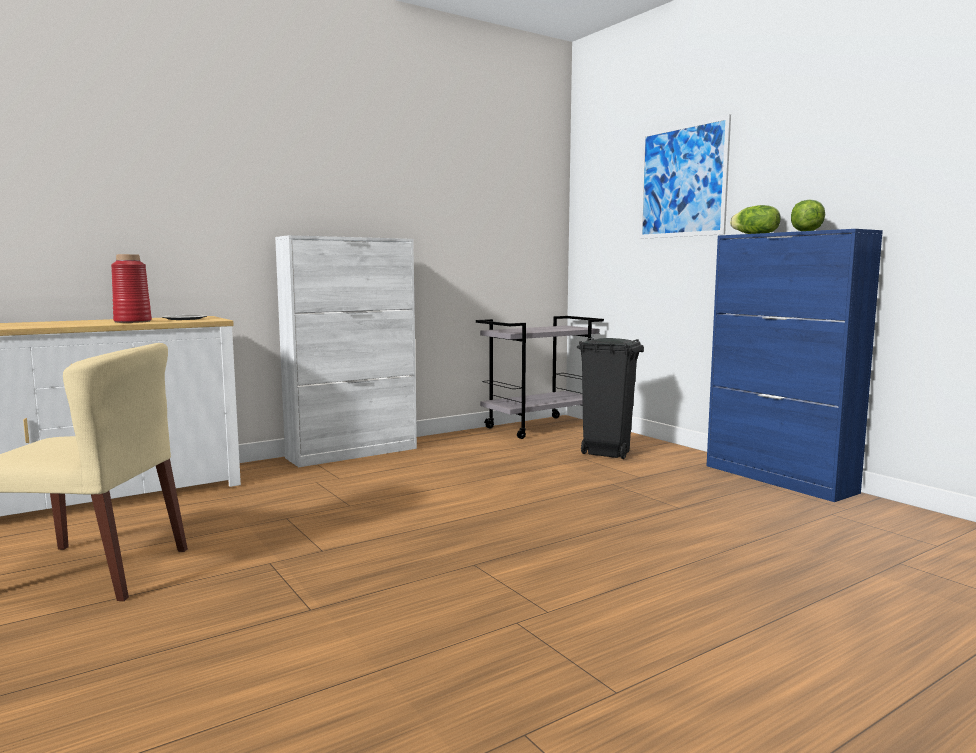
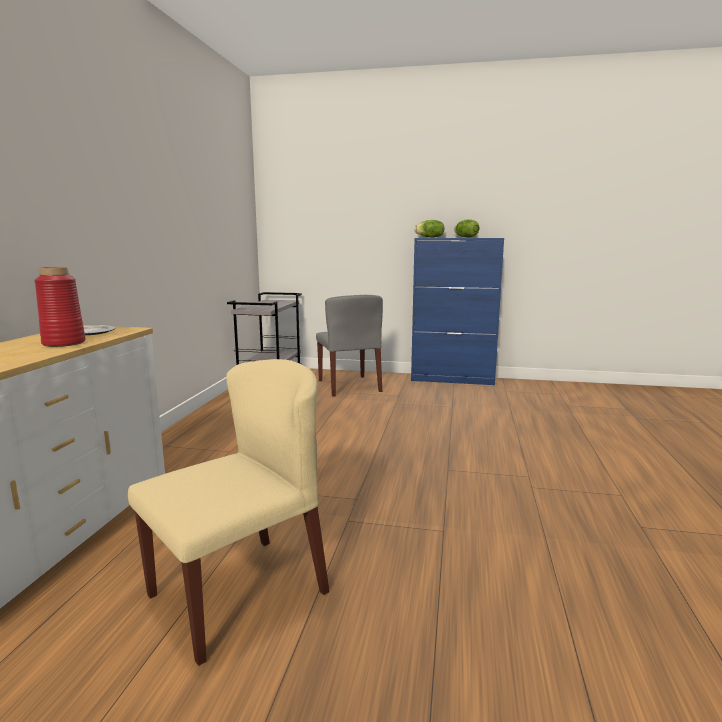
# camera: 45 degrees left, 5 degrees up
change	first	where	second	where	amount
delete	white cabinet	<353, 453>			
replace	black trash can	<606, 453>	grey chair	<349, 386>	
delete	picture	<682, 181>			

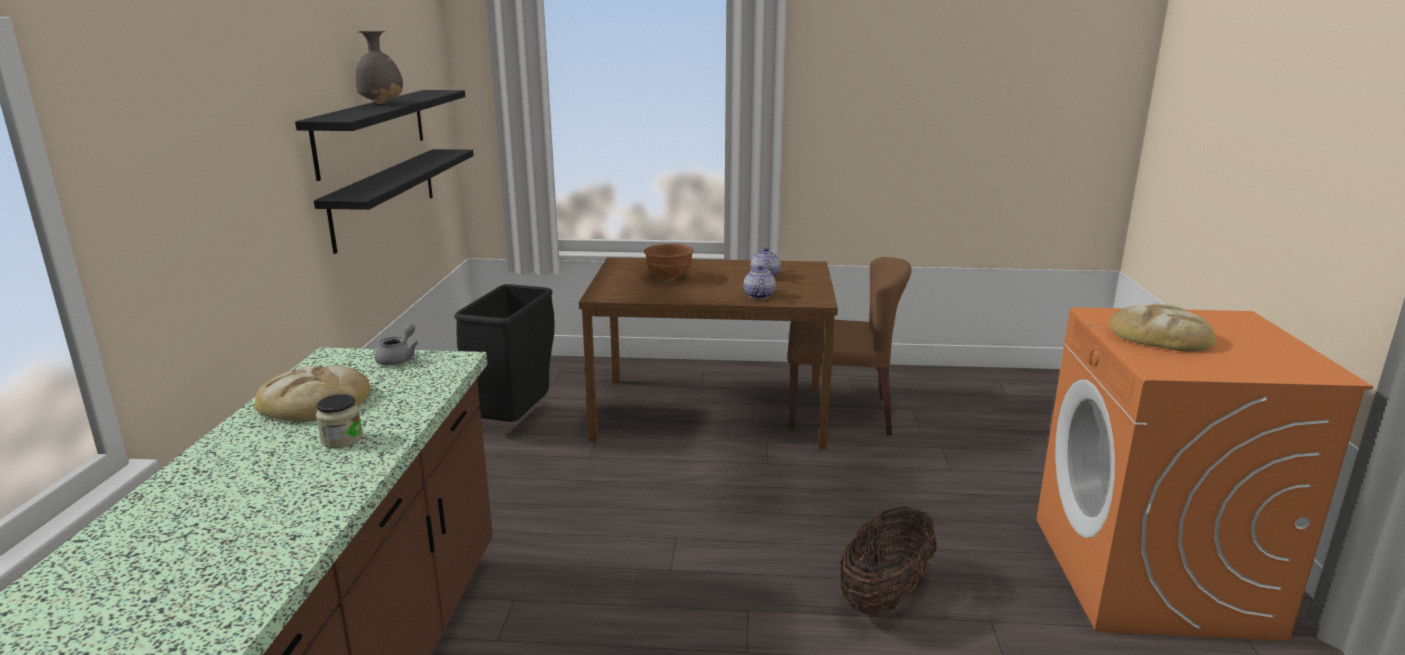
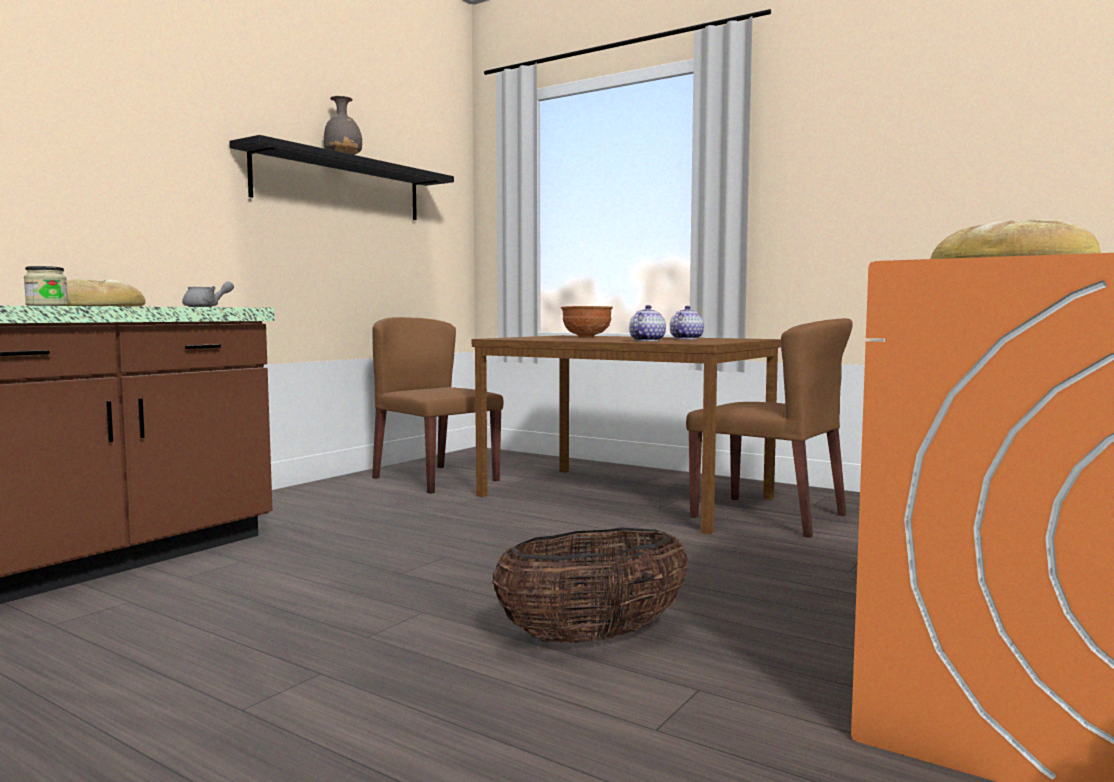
# camera: 30 degrees right, 15 degrees down
change	first	where	second	where	amount
delete	black shelf	<385, 196>			
replace	black trash can	<514, 422>	brown chair	<434, 479>	

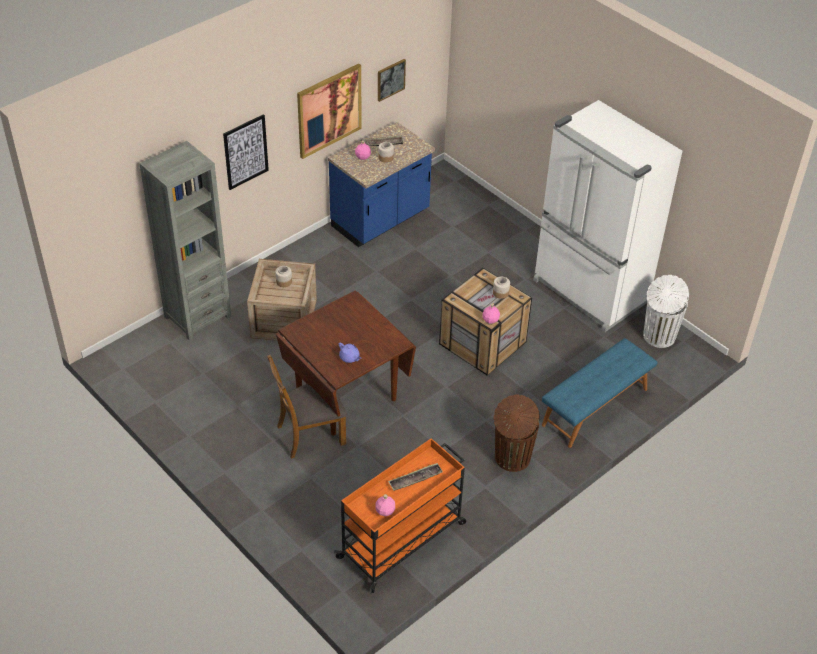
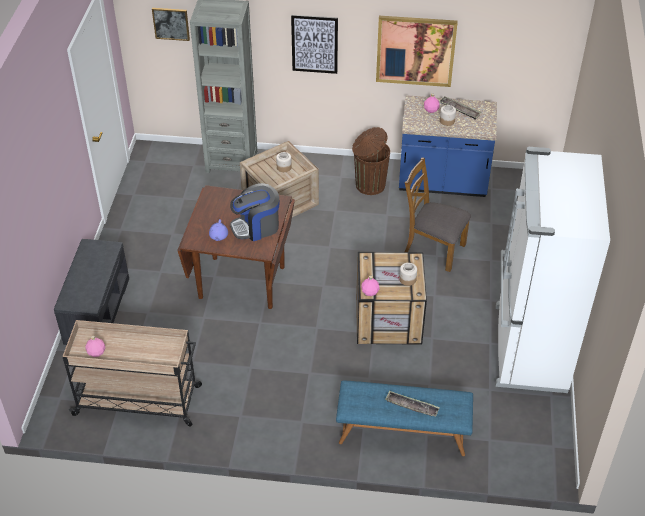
# camera: 50 degrees right, 0 degrees up
change	first	where	second	where	amount
move	brown chair	<310, 434>		<433, 249>	
recolor	orange cart	<403, 539>	beige cart	<139, 400>	
move	picture	<390, 79>		<171, 23>	
move	tray	<415, 479>		<412, 406>	
move	brown trash can	<511, 458>		<369, 185>	
delete	white trash can	<658, 336>			
insert			grey bench	<96, 310>	
insert			coffee machine	<256, 227>	

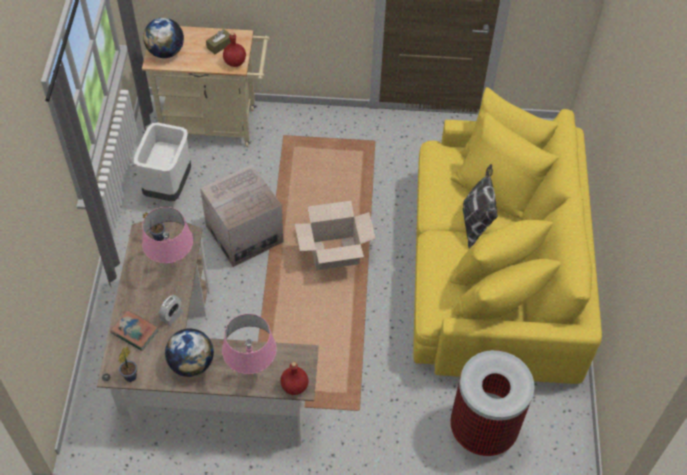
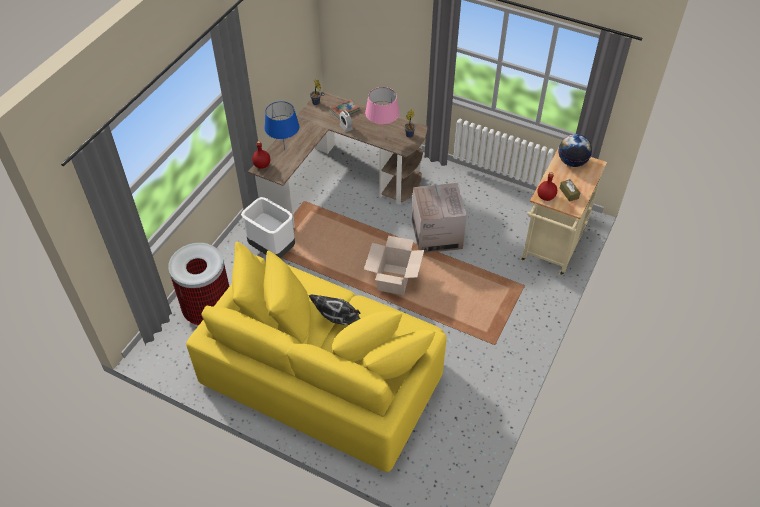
# camera: 115 degrees right, 5 degrees down
change	first	where	second	where	amount
move	white trash can	<168, 186>		<273, 249>	
delete	globe	<191, 364>			
recolor	pink table lamp	<252, 372>	blue table lamp	<284, 150>	

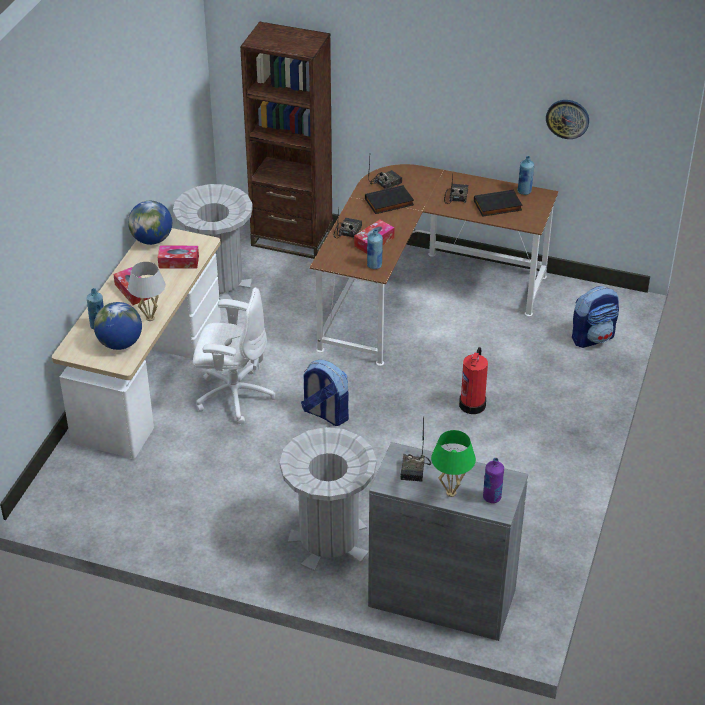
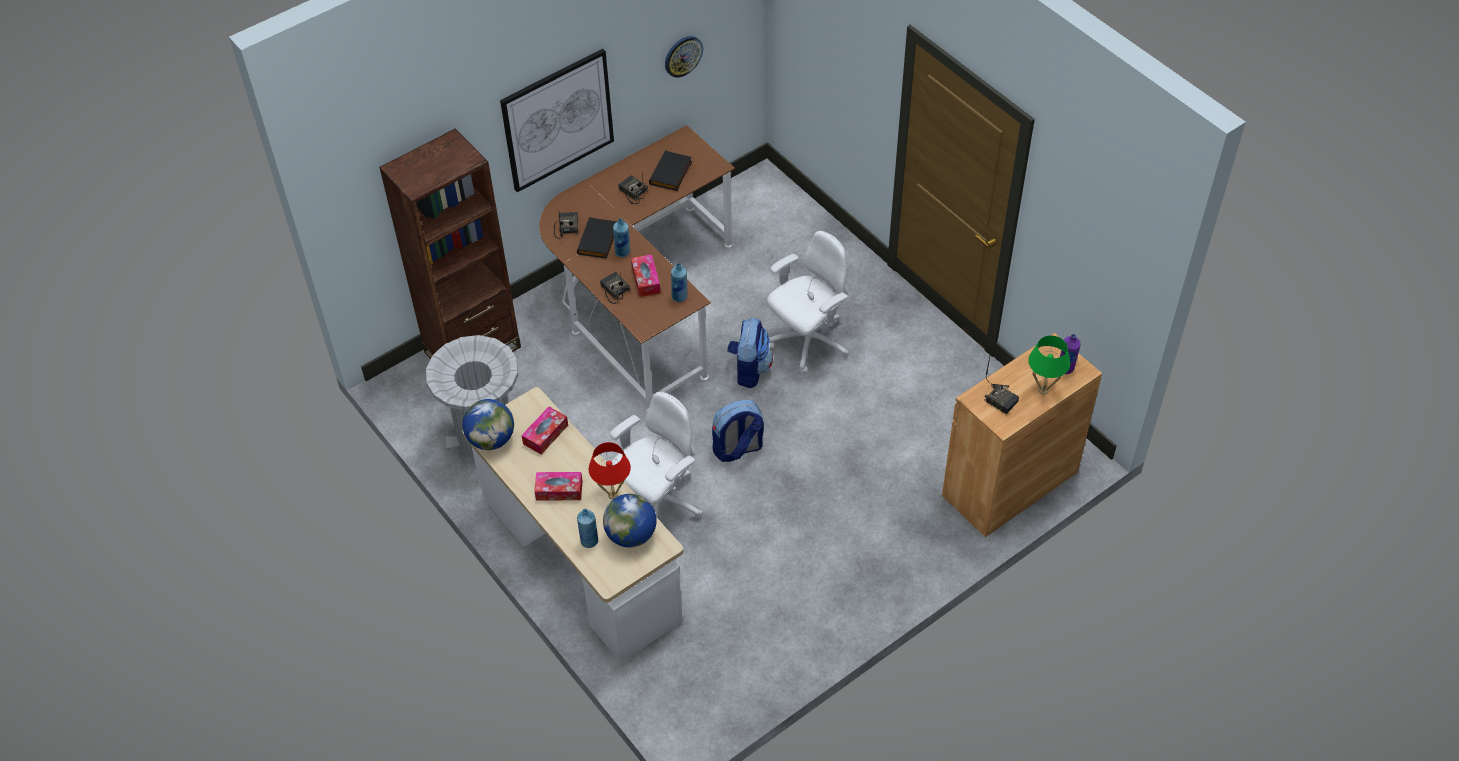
# camera: 55 degrees left, 10 degrees up
change	first	where	second	where	amount
recolor	white table lamp	<150, 318>	red table lamp	<612, 495>	
delete	grey trash can	<329, 540>			
recolor	grey cabinet	<442, 598>	brown cabinet	<1010, 484>	
replace	fire extinguisher	<473, 404>	white office chair	<808, 343>	
move	blue bottle	<524, 191>		<623, 252>	
move	backpack	<593, 337>		<749, 369>	
insert			picture	<558, 120>	

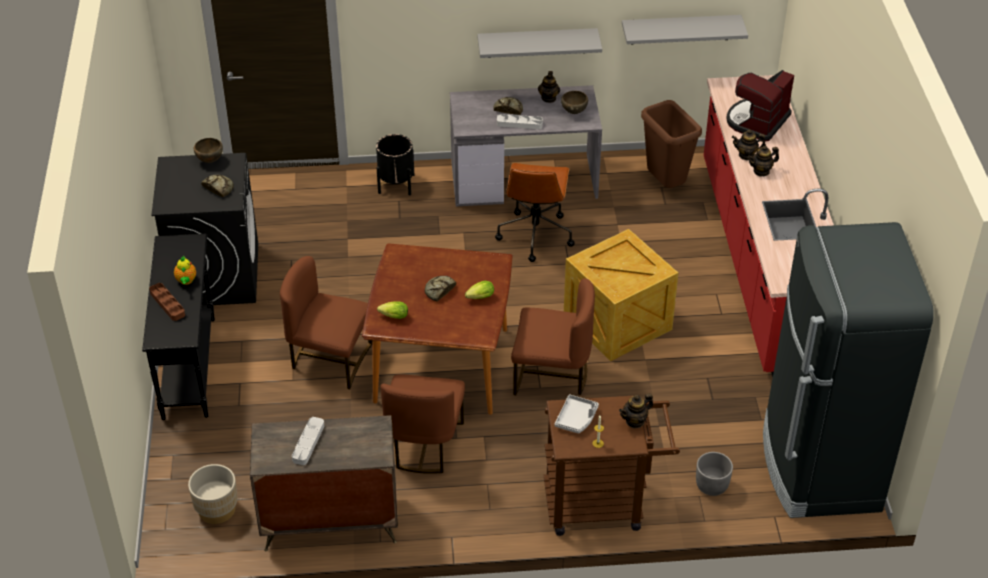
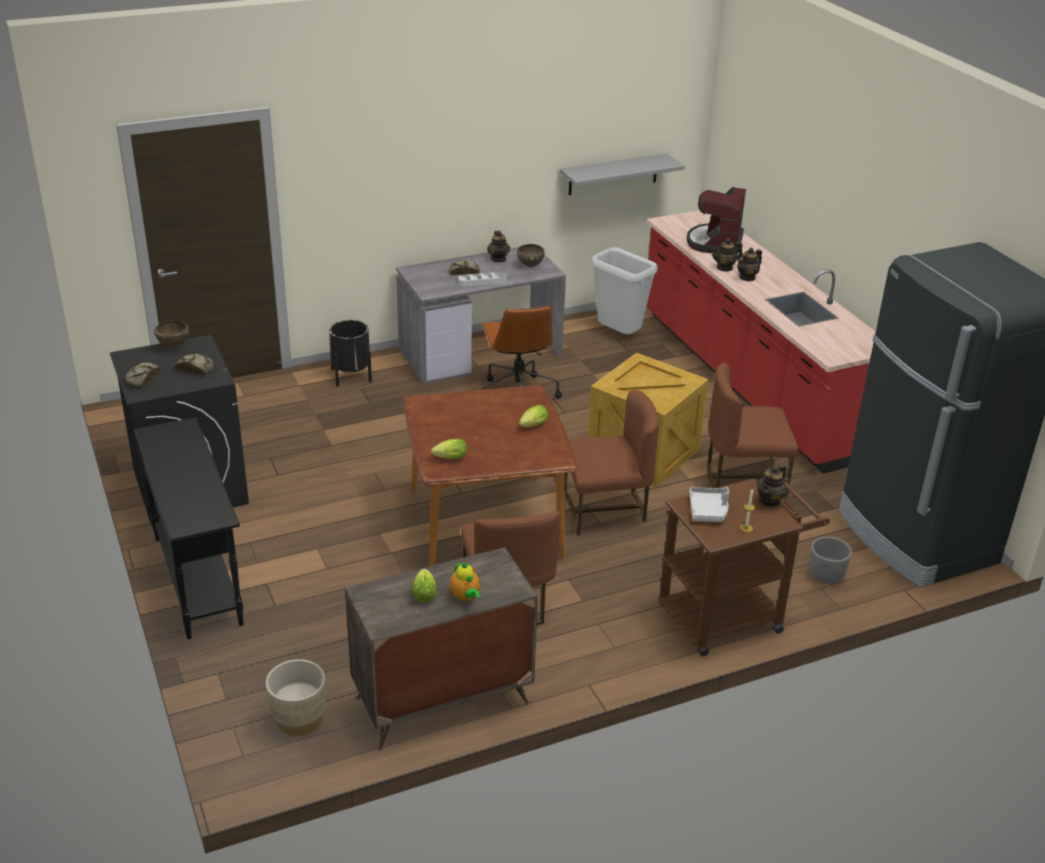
# camera: 20 degrees left, 10 degrees down
change	first	where	second	where	amount
delete	brown tray	<167, 304>			
move	teapot	<186, 281>		<465, 596>	
move	brown chair	<330, 359>		<745, 477>	
replace	grey tray	<308, 443>	lettuce	<424, 593>	
move	bread	<439, 290>		<142, 379>	
delete	grey shelf	<537, 43>			
recolor	brown trash can	<666, 184>	grey trash can	<619, 336>	

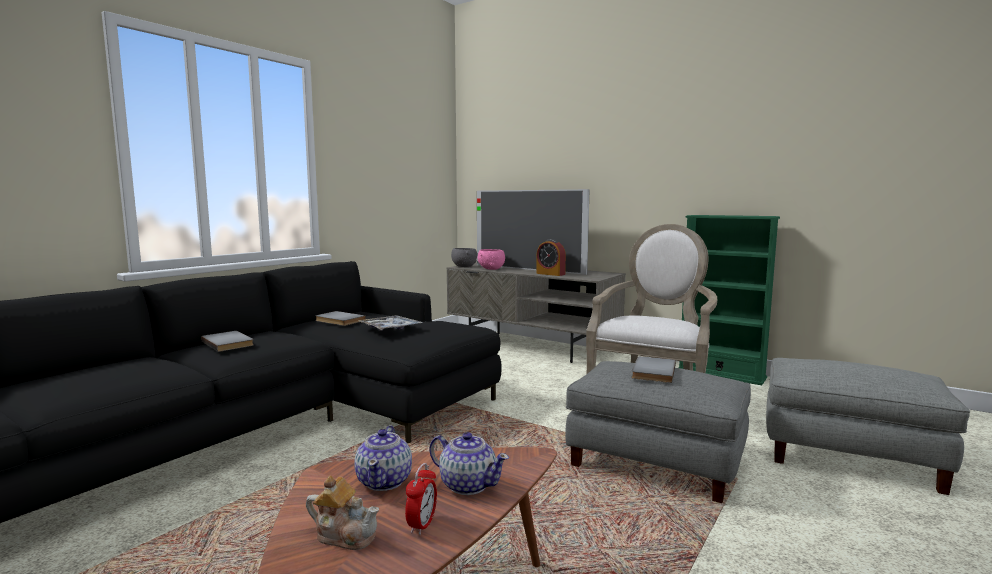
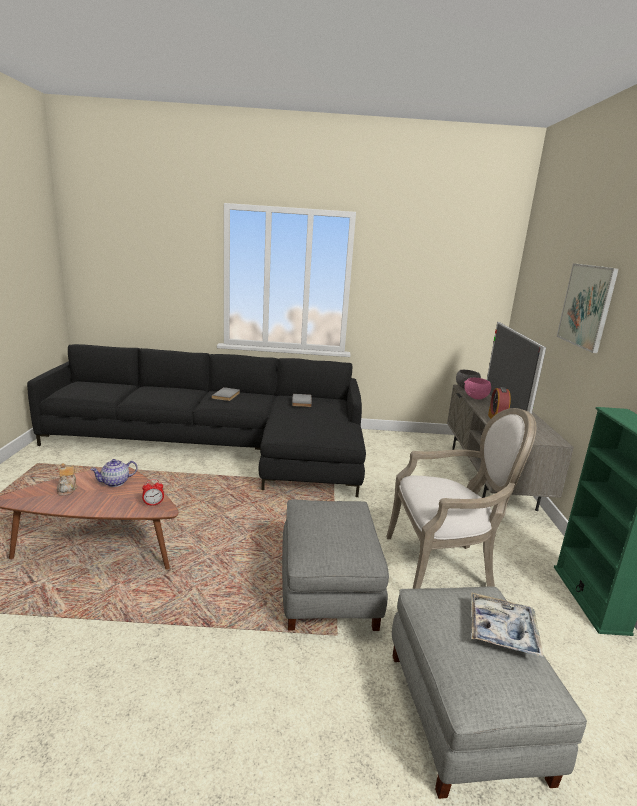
# camera: 55 degrees right, 10 degrees up
change	first	where	second	where	amount
move	tray	<390, 329>		<502, 630>	
move	alarm clock	<422, 525>		<153, 504>	
delete	teapot	<467, 485>			
delete	grey book	<651, 371>			
insert			picture	<586, 306>	

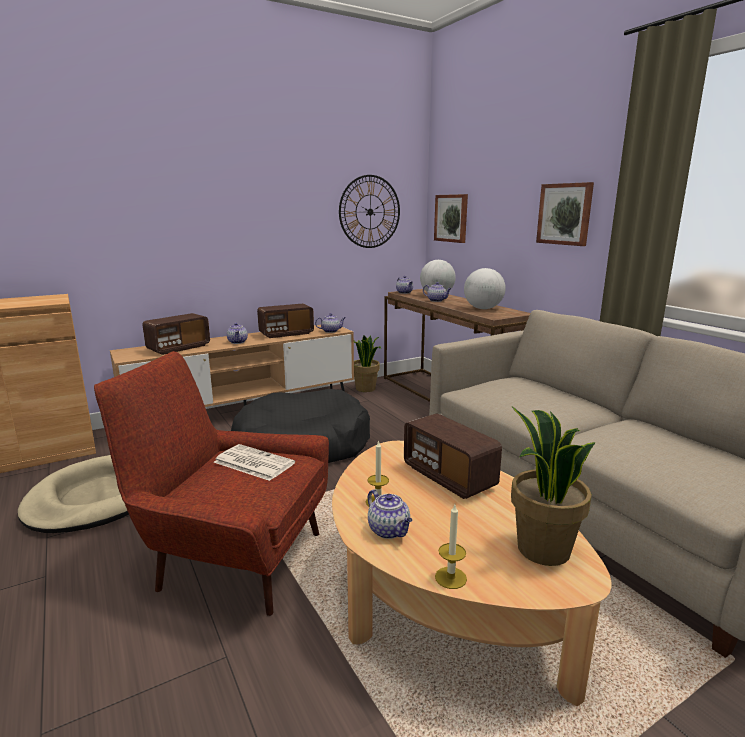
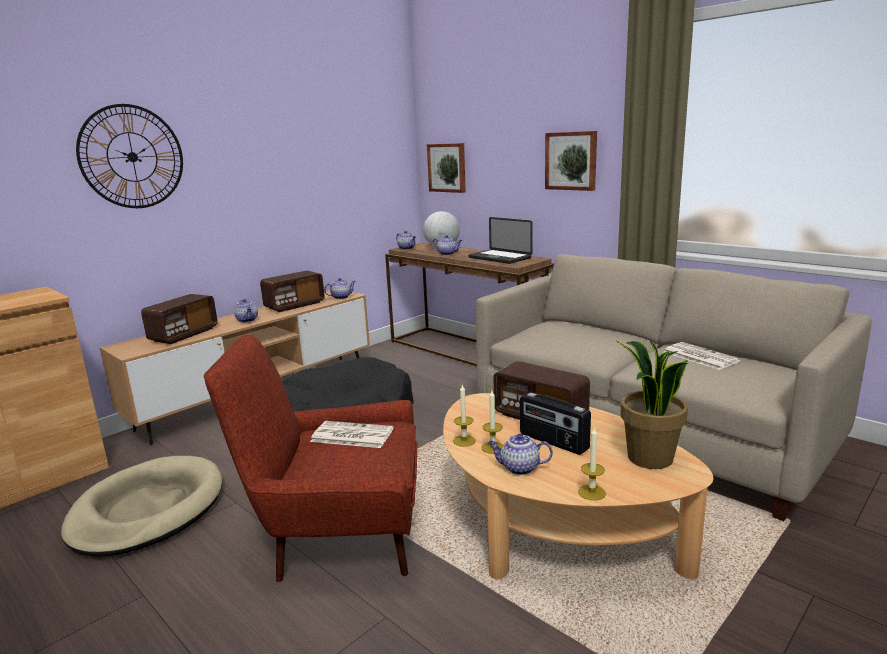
# camera: 15 degrees left, 0 degrees up
change	first	where	second	where	amount
move	wall clock	<370, 212>		<132, 157>	
delete	potted plant	<365, 389>			
rotate	teapot	<389, 531>		<519, 468>	150 degrees clockwise
replace	globe	<483, 308>	laptop	<499, 258>	
insert			candle	<464, 441>	
insert			radio	<553, 442>	
insert			newspaper	<699, 356>	

